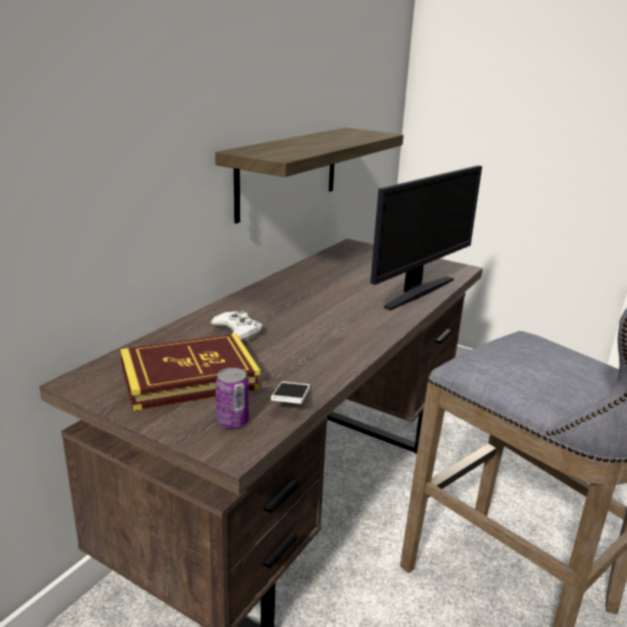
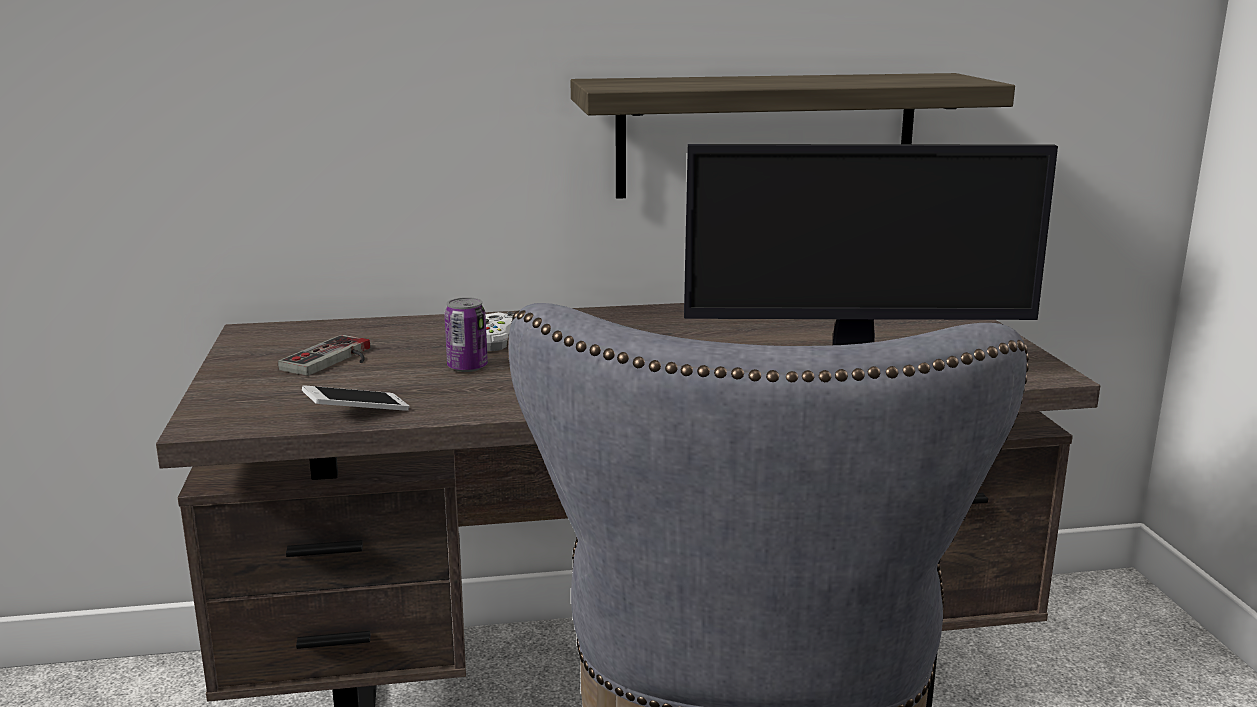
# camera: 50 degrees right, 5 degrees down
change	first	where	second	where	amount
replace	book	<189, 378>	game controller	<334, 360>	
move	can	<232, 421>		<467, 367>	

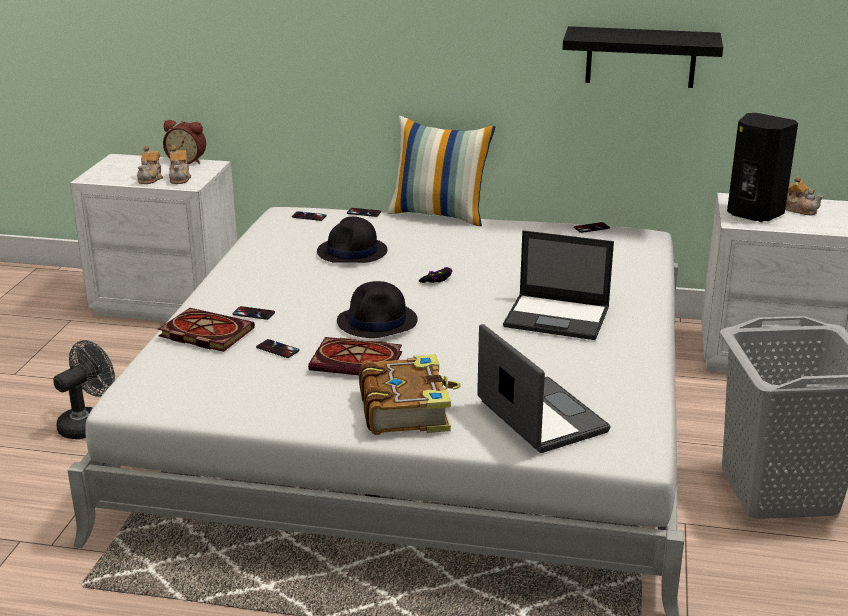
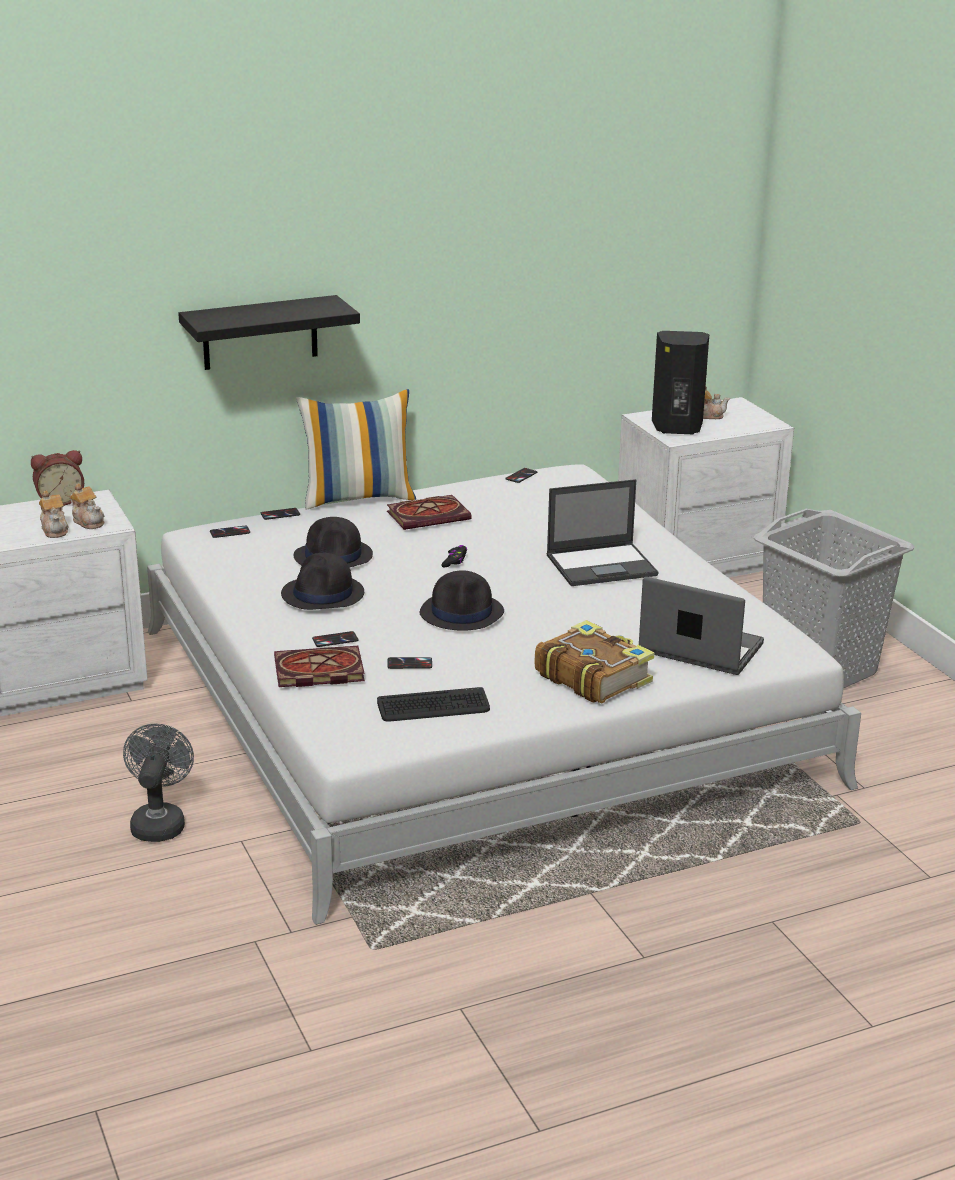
# camera: 35 degrees left, 0 degrees up
change	first	where	second	where	amount
move	book	<359, 361>		<429, 515>	
move	black shelf	<641, 57>		<260, 333>	
insert			black hat	<323, 594>	
insert			keyboard	<433, 707>	

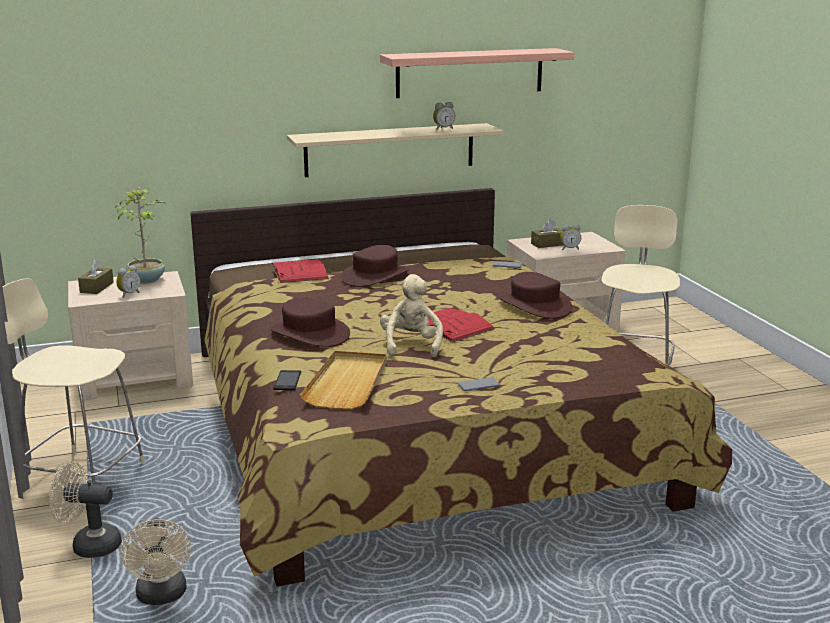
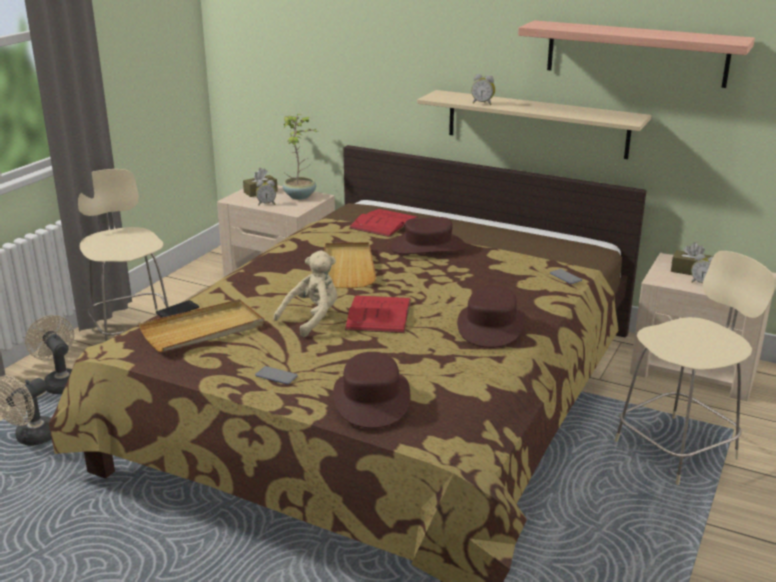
# camera: 45 degrees right, 5 degrees up
change	first	where	second	where	amount
move	brown hat	<309, 334>		<371, 399>	
move	alarm clock	<443, 129>		<483, 103>	
insert			beige tray	<348, 267>	

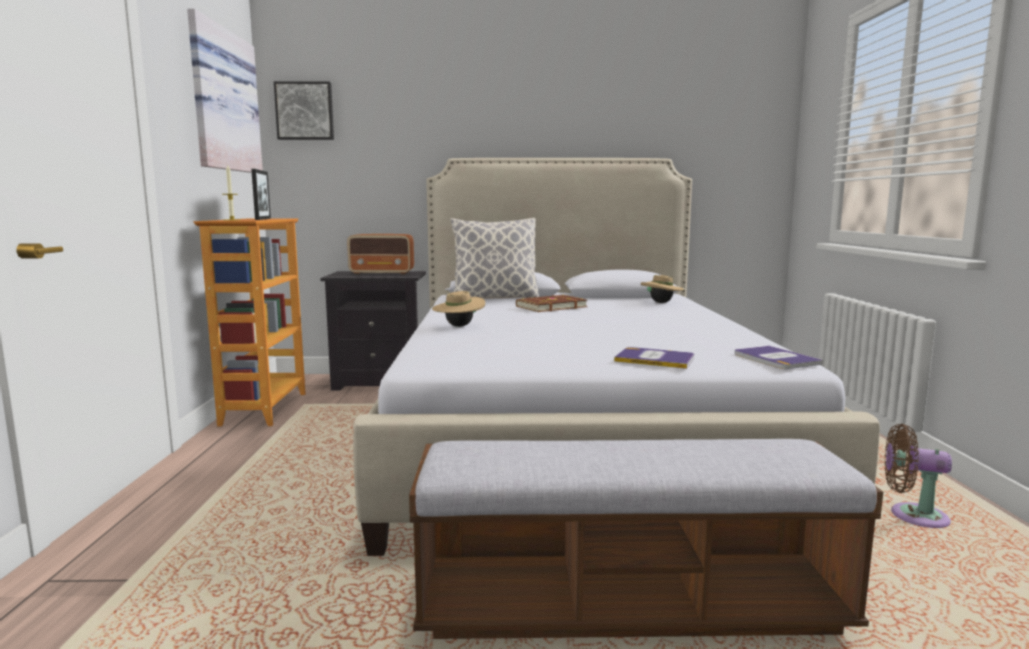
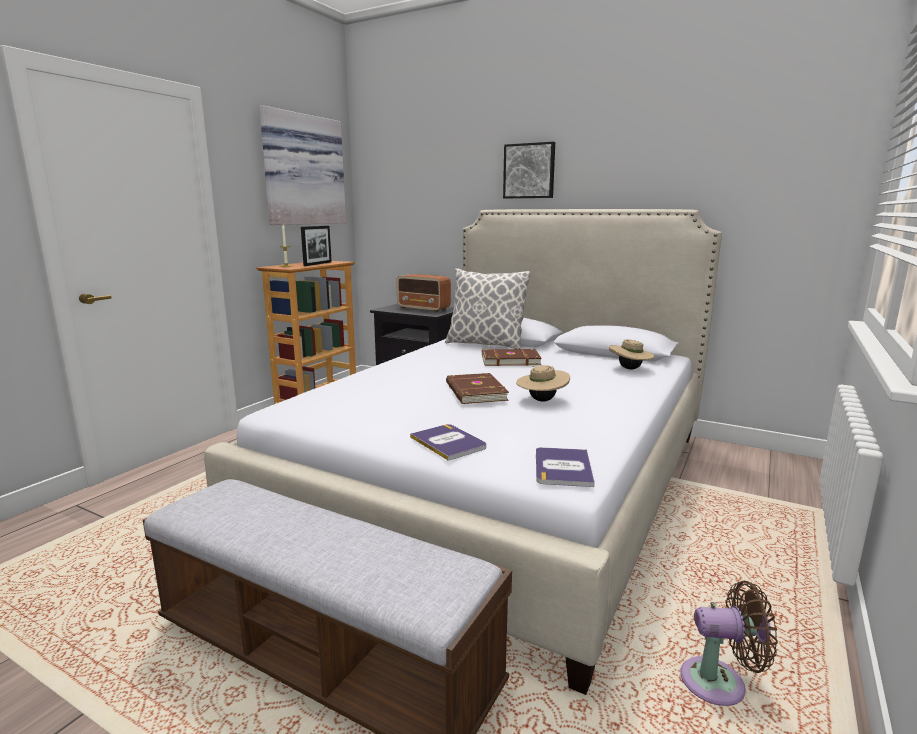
# camera: 30 degrees right, 5 degrees up
change	first	where	second	where	amount
move	picture	<305, 111>		<529, 171>	
move	beige hat	<459, 326>		<541, 400>	
rotate	brown fan	<912, 516>		<720, 683>	135 degrees clockwise
insert			brown book	<474, 392>	

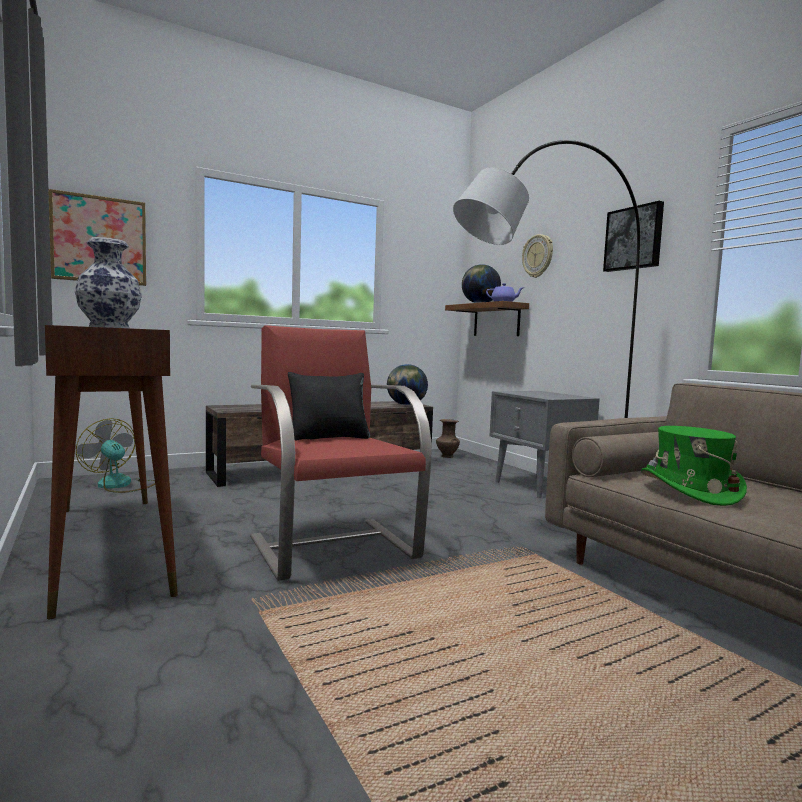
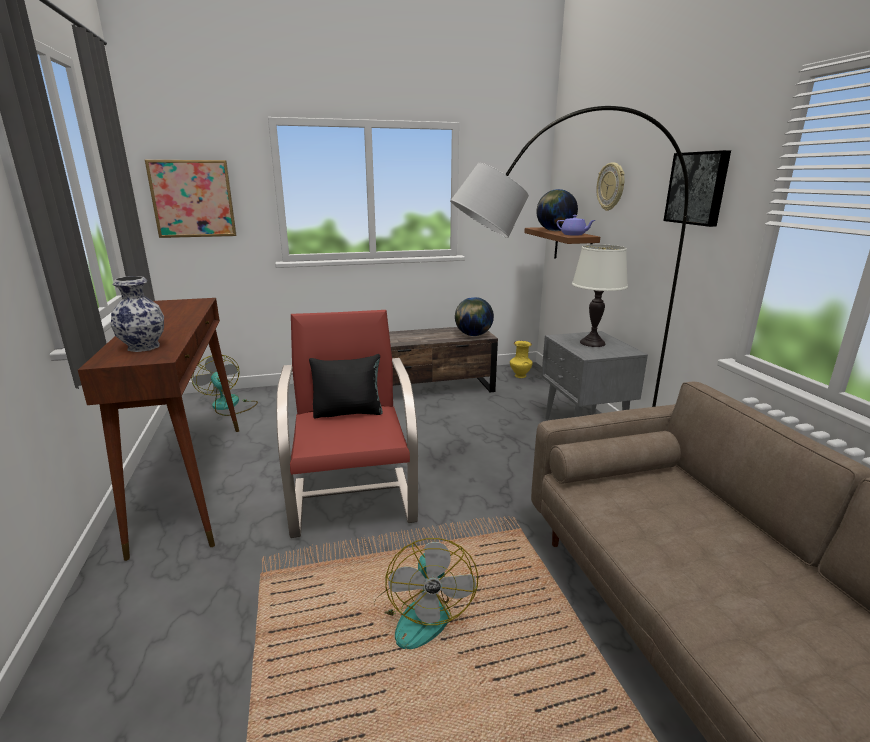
# camera: 15 degrees right, 15 degrees up
change	first	where	second	where	amount
recolor	brown vase	<446, 456>	yellow vase	<519, 376>	
delete	green hat	<689, 490>			
insert			fan	<421, 612>	
insert			white table lamp	<592, 343>	

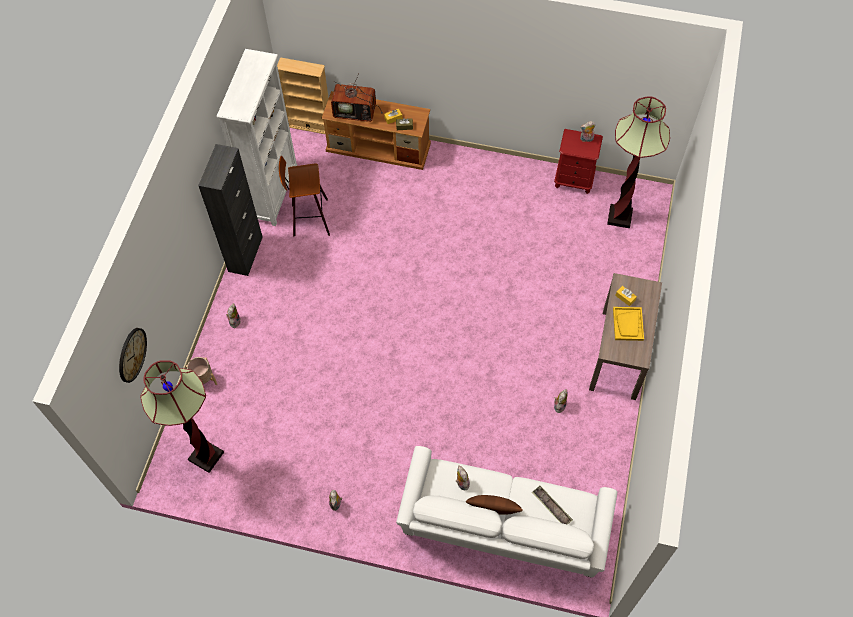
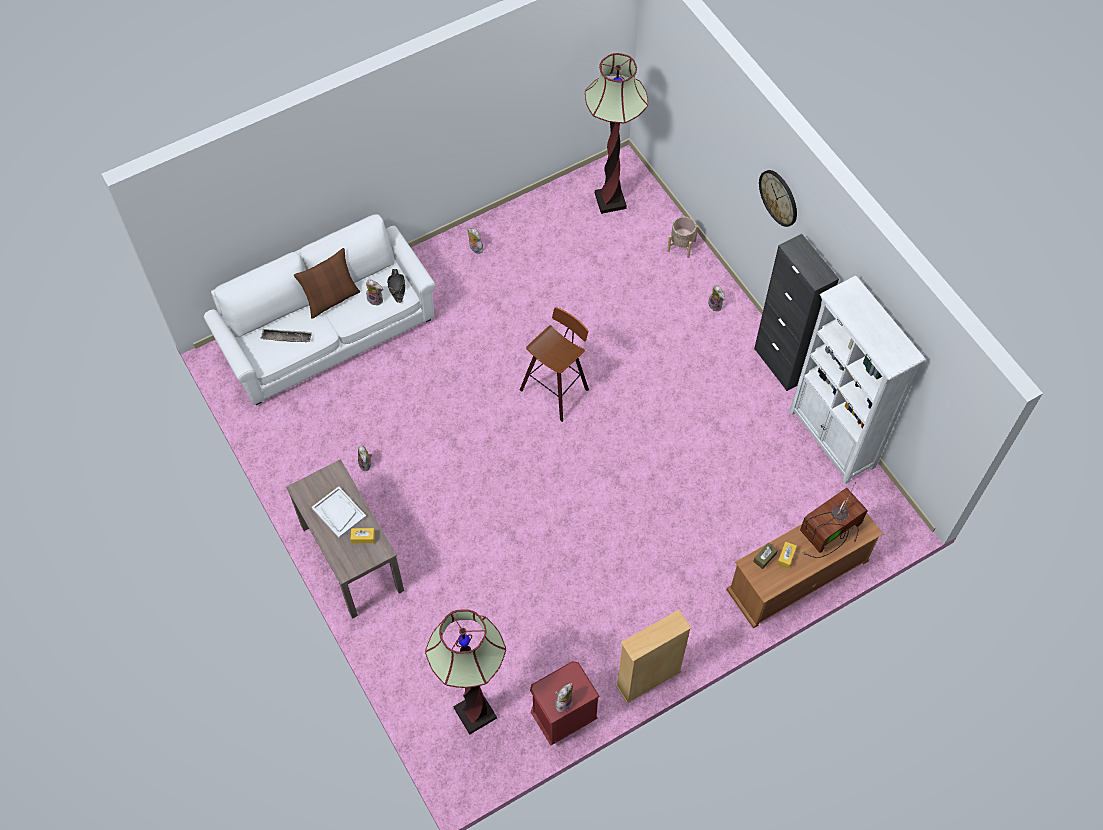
# camera: 135 degrees right, 0 degrees up
change	first	where	second	where	amount
move	wall clock	<131, 354>		<779, 197>	
move	beige bookcase	<310, 125>		<648, 679>	
move	stool	<309, 218>		<556, 389>	
recolor	yellow tray	<628, 324>	white tray	<339, 513>	
insert			black hat	<397, 287>	

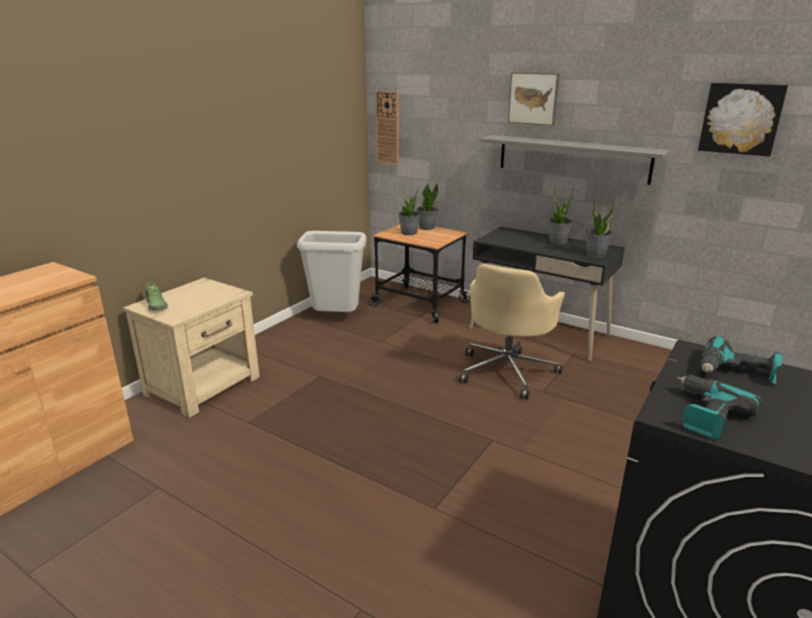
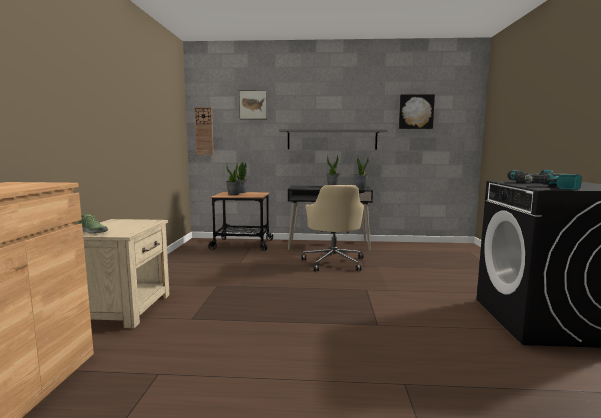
# camera: 30 degrees left, 15 degrees down
change	first	where	second	where	amount
delete	grey trash can	<337, 318>			
move	picture	<534, 98>		<253, 105>	

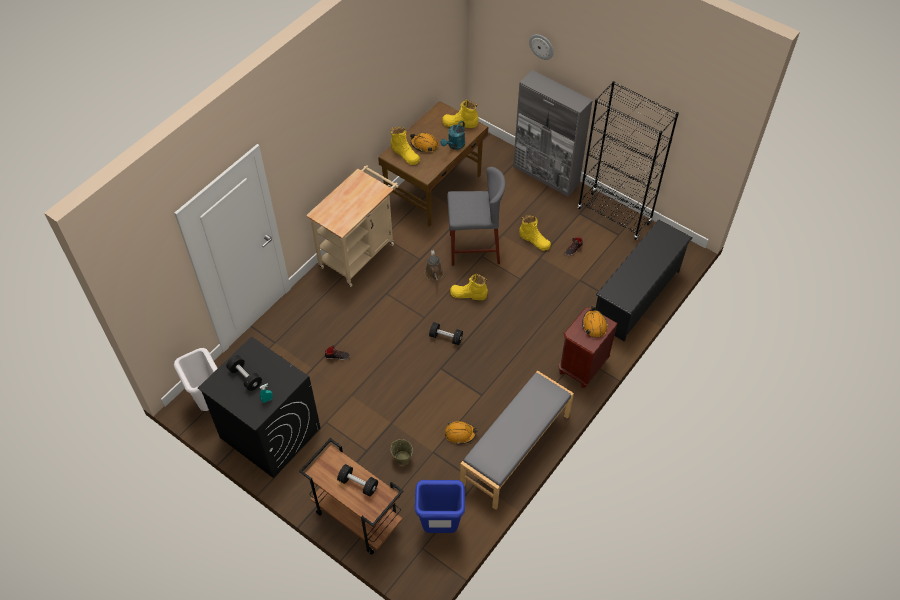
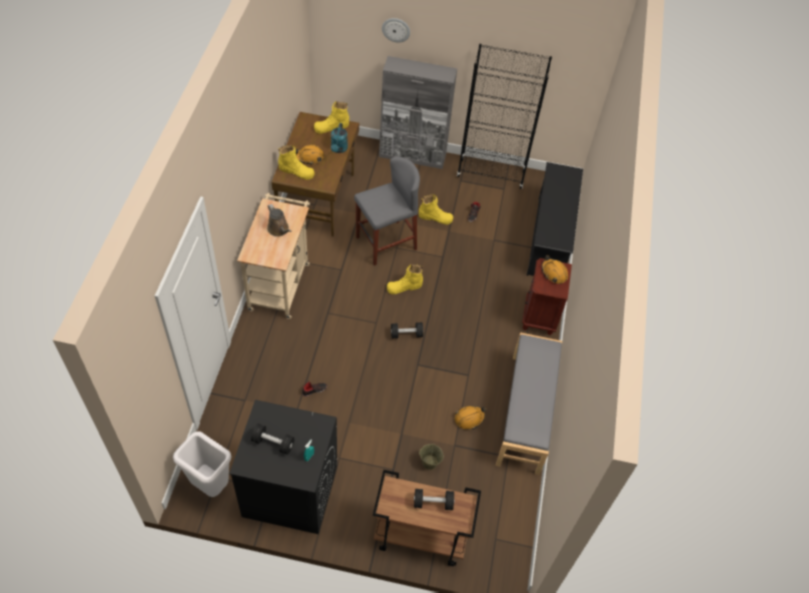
# camera: 30 degrees left, 0 degrees up
change	first	where	second	where	amount
delete	blue trash can	<440, 526>			
move	brown watering can	<434, 274>		<279, 230>	

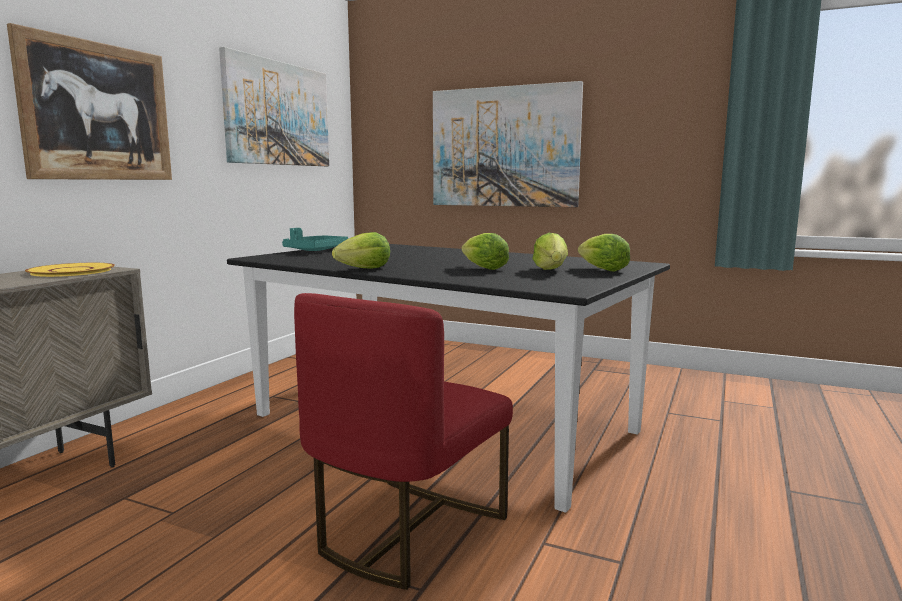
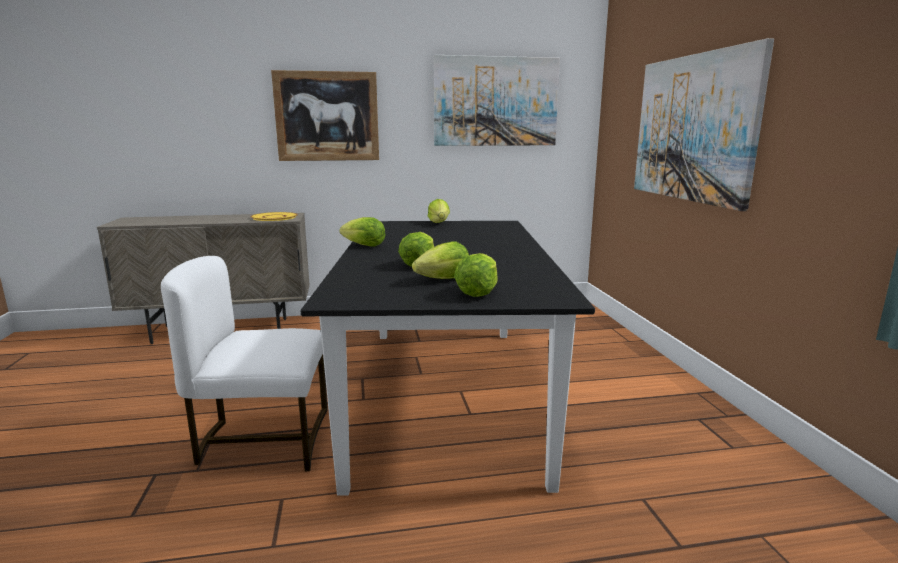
# camera: 55 degrees right, 5 degrees up
change	first	where	second	where	amount
replace	turquoise tray	<316, 250>	lettuce	<439, 223>	
recolor	red chair	<405, 531>	white chair	<263, 440>	

